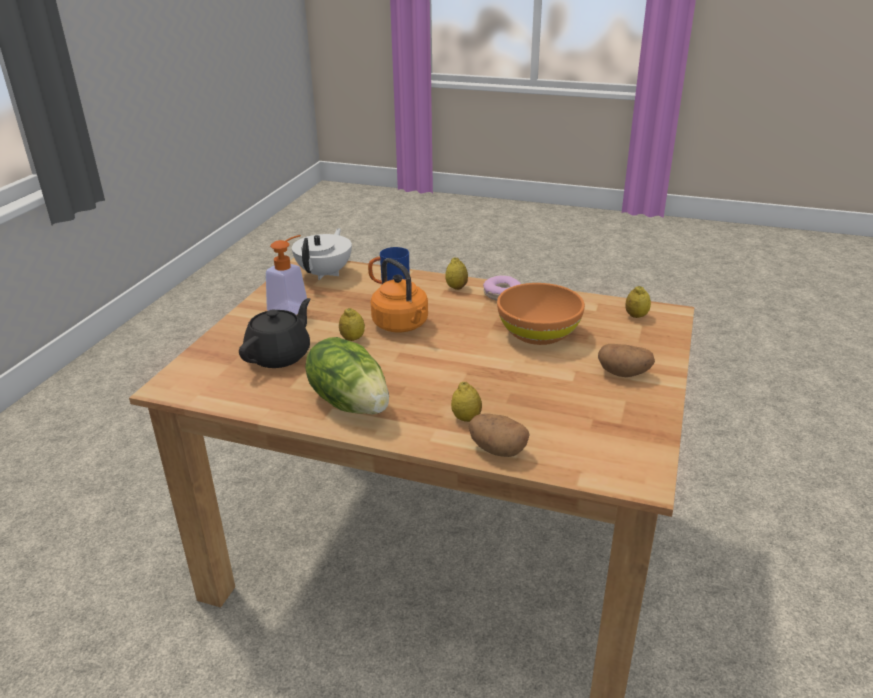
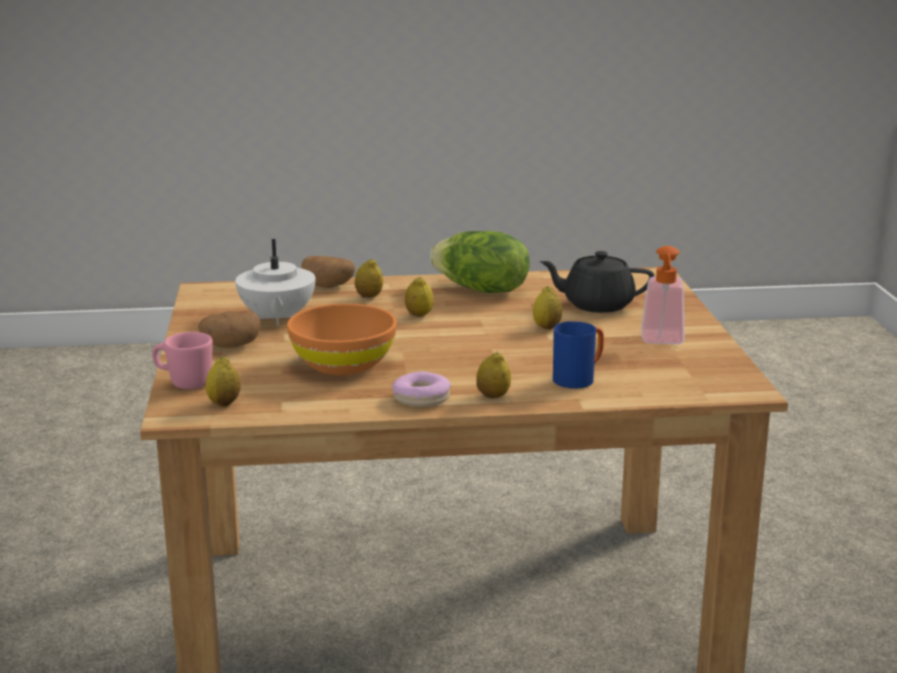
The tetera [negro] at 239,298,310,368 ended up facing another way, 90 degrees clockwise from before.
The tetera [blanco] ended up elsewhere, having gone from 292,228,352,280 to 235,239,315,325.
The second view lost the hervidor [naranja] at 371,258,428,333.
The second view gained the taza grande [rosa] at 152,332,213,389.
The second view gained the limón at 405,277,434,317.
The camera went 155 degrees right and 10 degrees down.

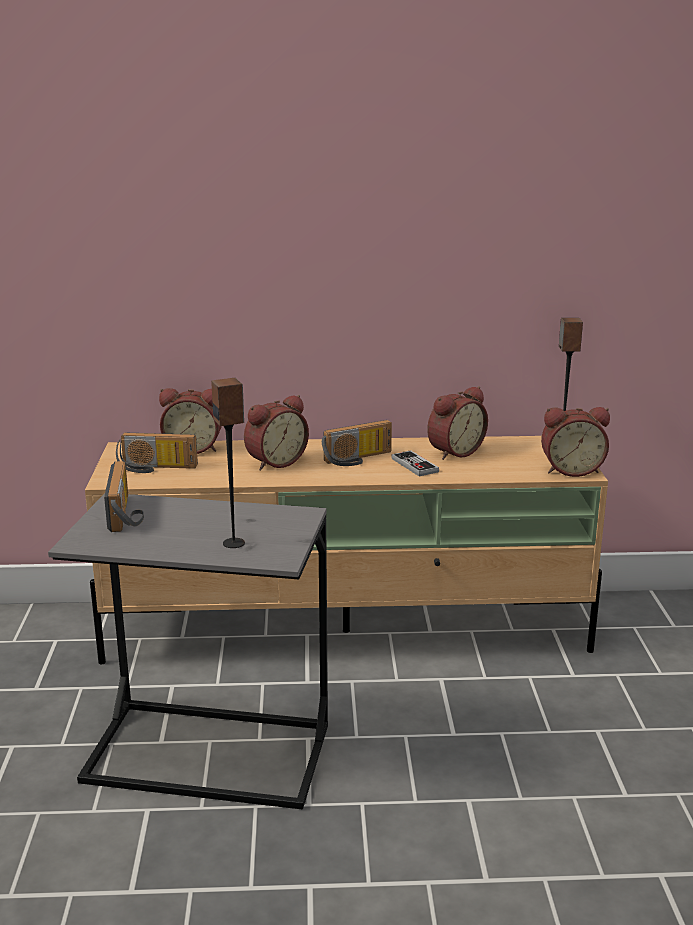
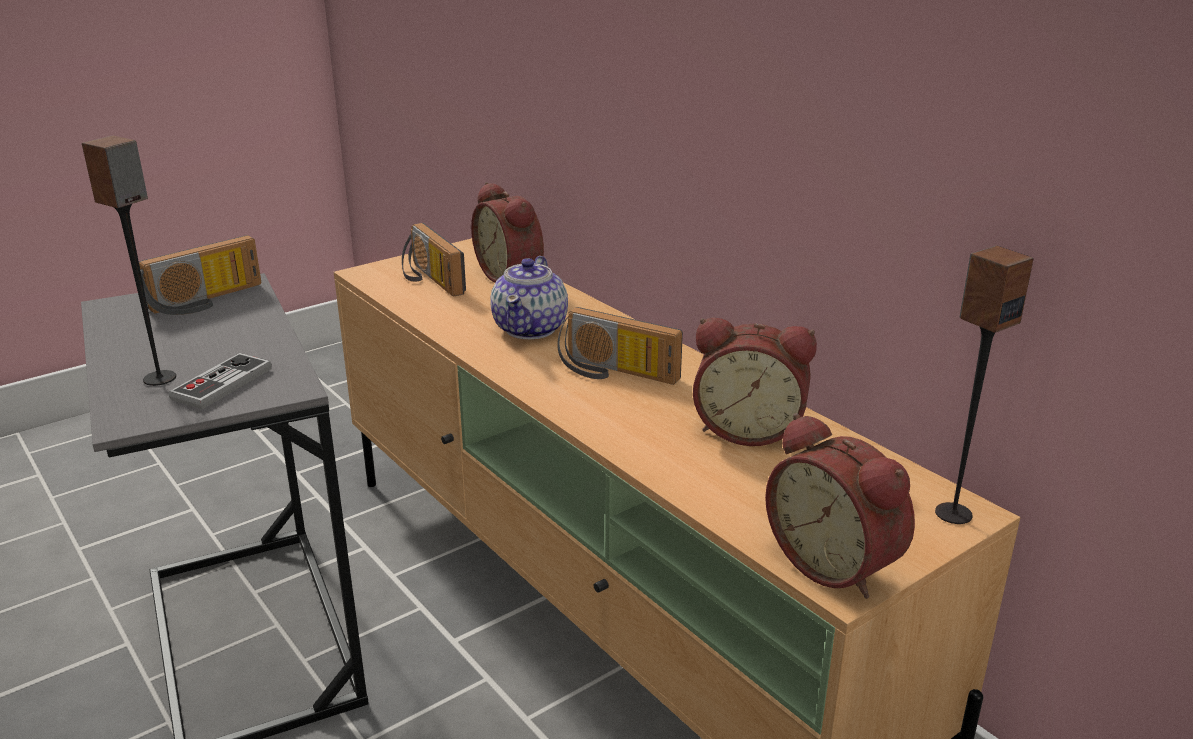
Where the despertador stood at 244,395,309,470, the tetera came to stand at 490,256,568,339.
The mando de consola ended up elsewhere, having gone from 391,450,439,476 to 169,353,272,409.
The camera went 55 degrees right and 5 degrees up.

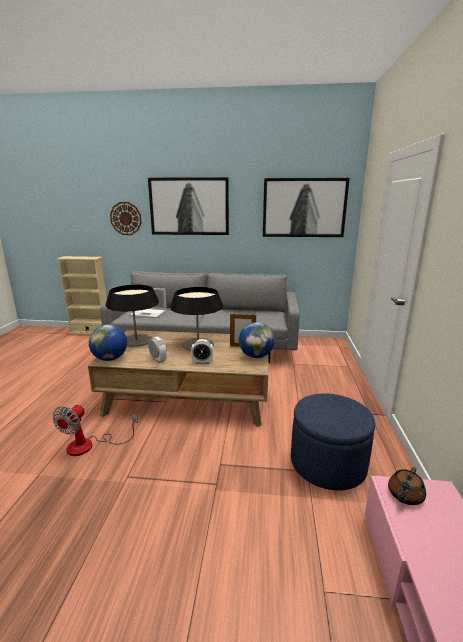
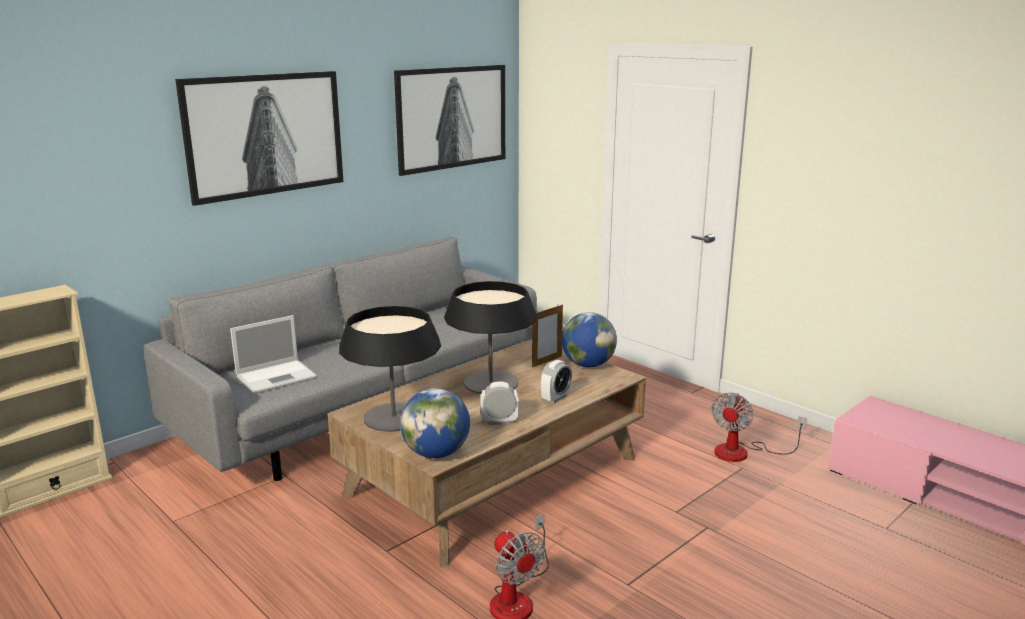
The second view lost the reloj de pared at 110,202,142,235.
Where the puf [azul] stood at 291,394,375,491, the ventilador came to stand at 711,393,807,462.
The second view lost the tetera [marrón] at 388,467,426,505.
The camera went 50 degrees left and 0 degrees up.

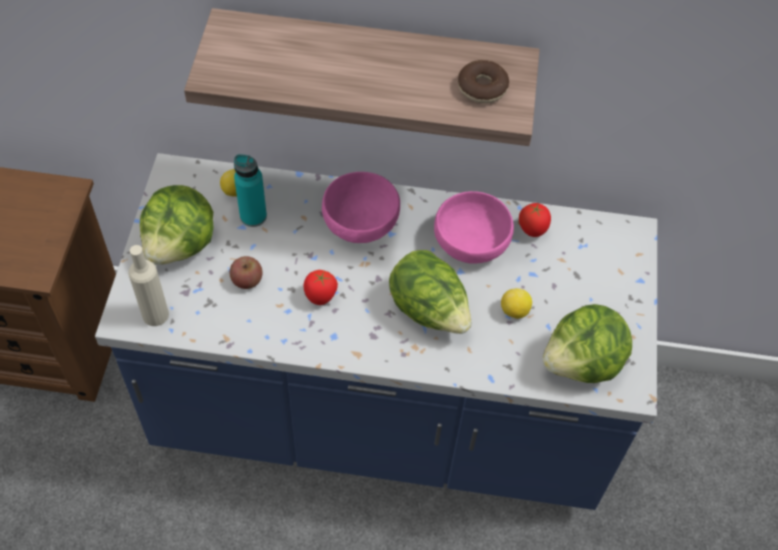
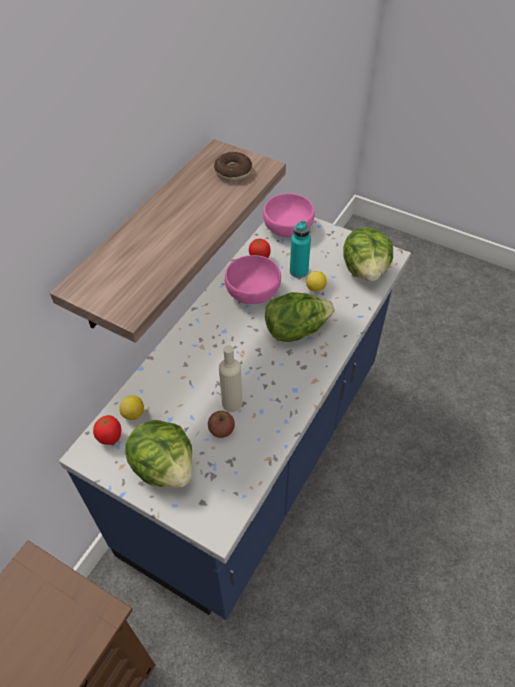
The botella [beis] ended up elsewhere, having gone from 128,245,169,326 to 219,345,242,412.
The botella [turquesa] ended up elsewhere, having gone from 234,154,267,227 to 290,220,311,278.
The tomate ended up elsewhere, having gone from 303,270,338,305 to 93,415,121,445.
The cuenco [rosa] ended up elsewhere, having gone from 322,172,400,243 to 263,193,315,237.
The camera went 65 degrees left and 5 degrees down.

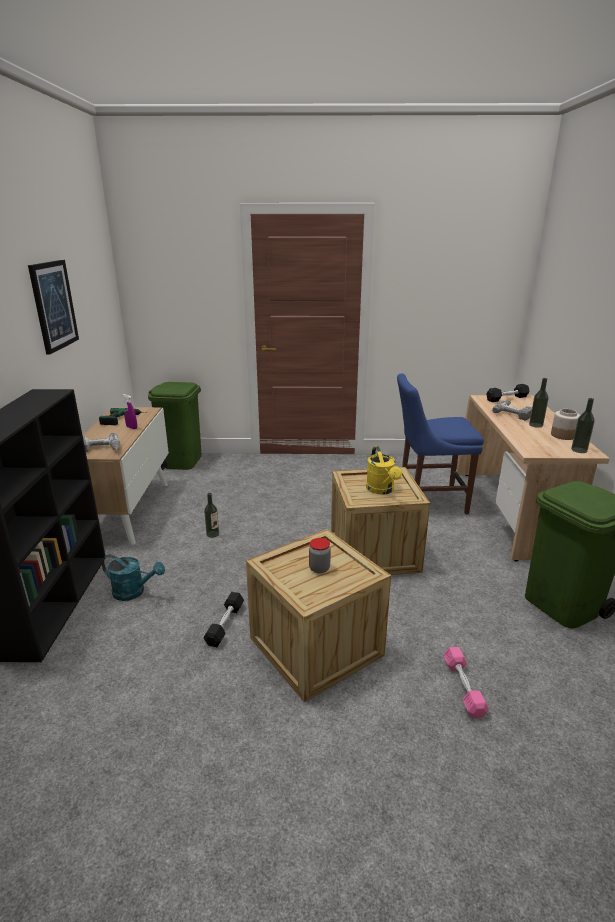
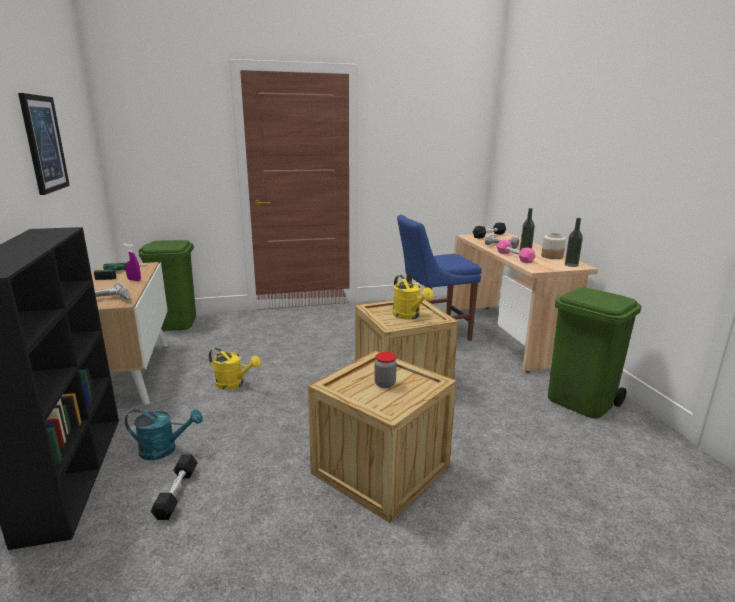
The mancuerna [negro] ended up elsewhere, having gone from 203,592,244,647 to 151,455,198,520.
Where the botella stood at 204,493,219,538, the regadera [amarillo] came to stand at 209,348,261,390.
The mancuerna [rosa] ended up elsewhere, having gone from 444,647,489,718 to 496,240,536,263.
The camera went 15 degrees left and 5 degrees down.

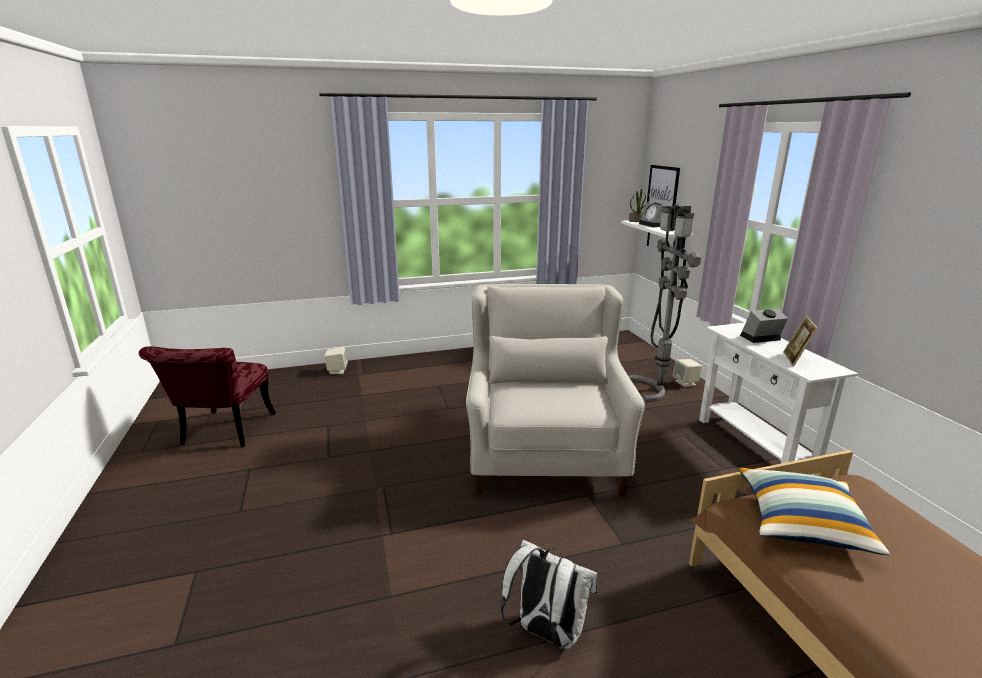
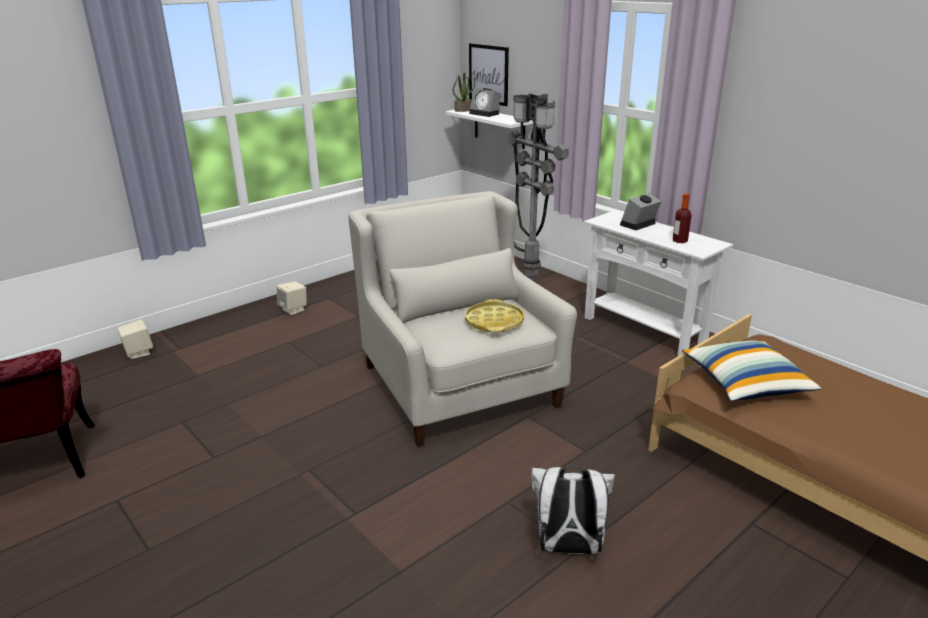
The altavoz [beis] ended up elsewhere, having gone from 673,359,702,387 to 276,281,307,315.
Where the portarretratos stood at 783,316,818,367, the botella came to stand at 673,194,691,243.
The second view gained the bandeja [amarillo] at 465,299,524,332.
The camera went 25 degrees left and 5 degrees up.

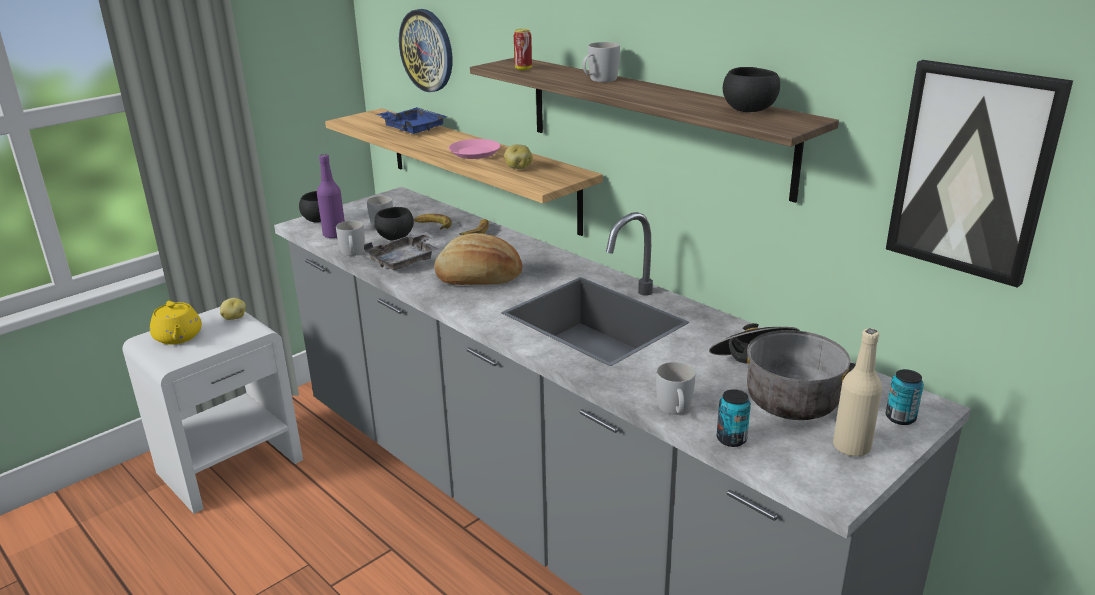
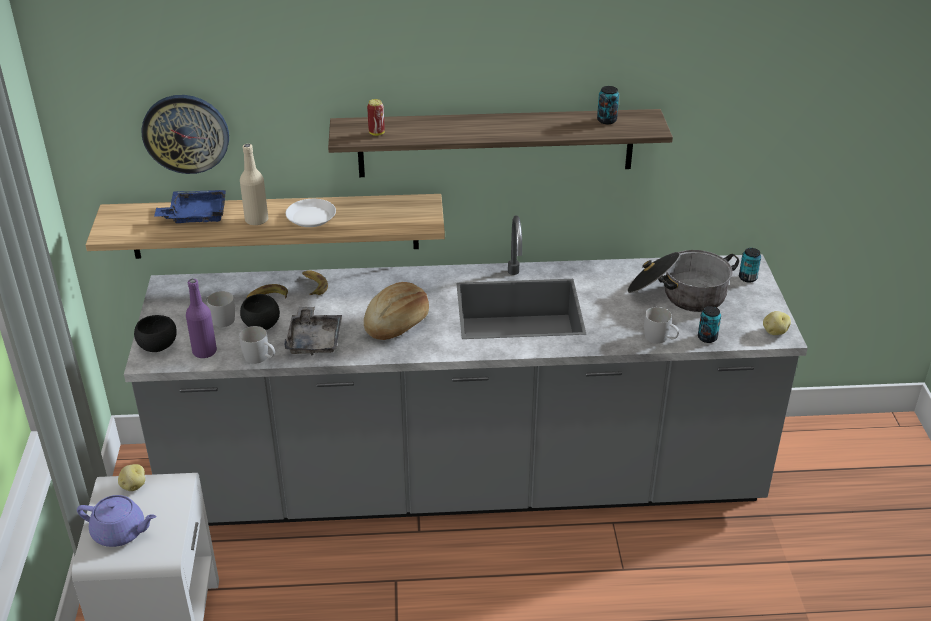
What was the tetera [amarillo] at 150,301,202,345 turned into the tetera [morado] at 77,495,156,547.
What was the plato [rosa] at 449,139,501,159 turned into the plato [blanco] at 286,199,336,227.
The patata ended up elsewhere, having gone from 504,144,533,170 to 763,311,791,335.
The second view lost the taza grande [blanco] at 583,42,620,82.
Where the cuenco [negro] stood at 723,67,780,112, the lata came to stand at 597,86,619,124.
The botella [beis] ended up elsewhere, having gone from 833,328,882,456 to 240,144,268,226.
The second view lost the cuadro at 886,60,1073,288.
The camera went 50 degrees left and 10 degrees up.

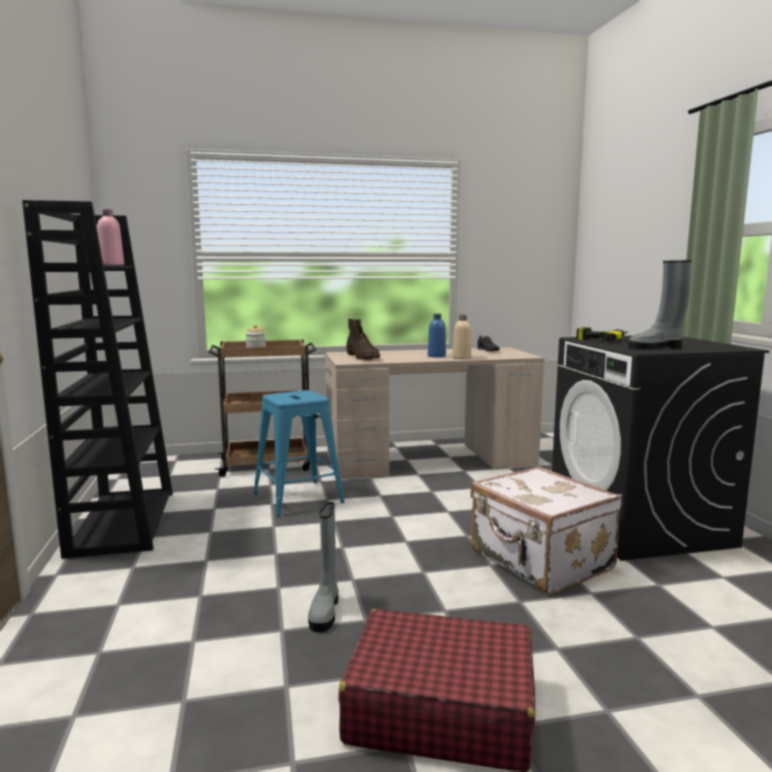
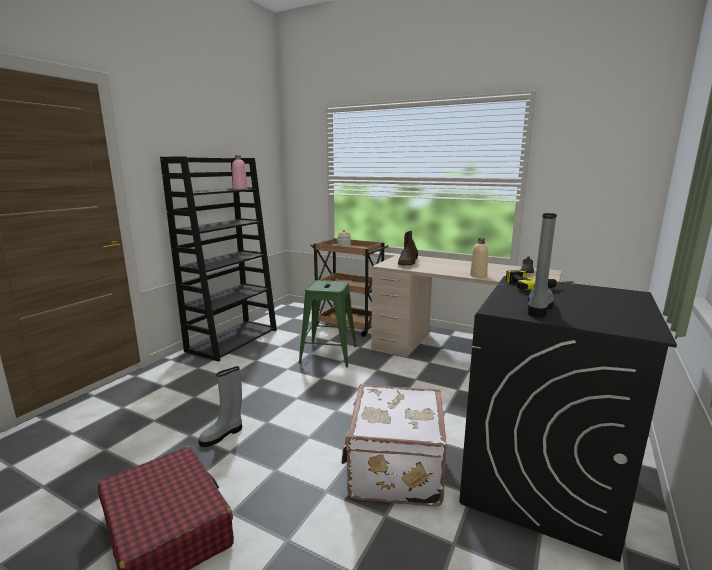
What was the taburete [azul] at 254,390,345,517 turned into the taburete [verde] at 299,280,357,367.
The second view lost the botella [azul] at 428,314,446,357.
The bota [gris] at 628,260,692,350 ended up facing another way, 90 degrees clockwise from before.
The camera went 40 degrees right and 5 degrees up.

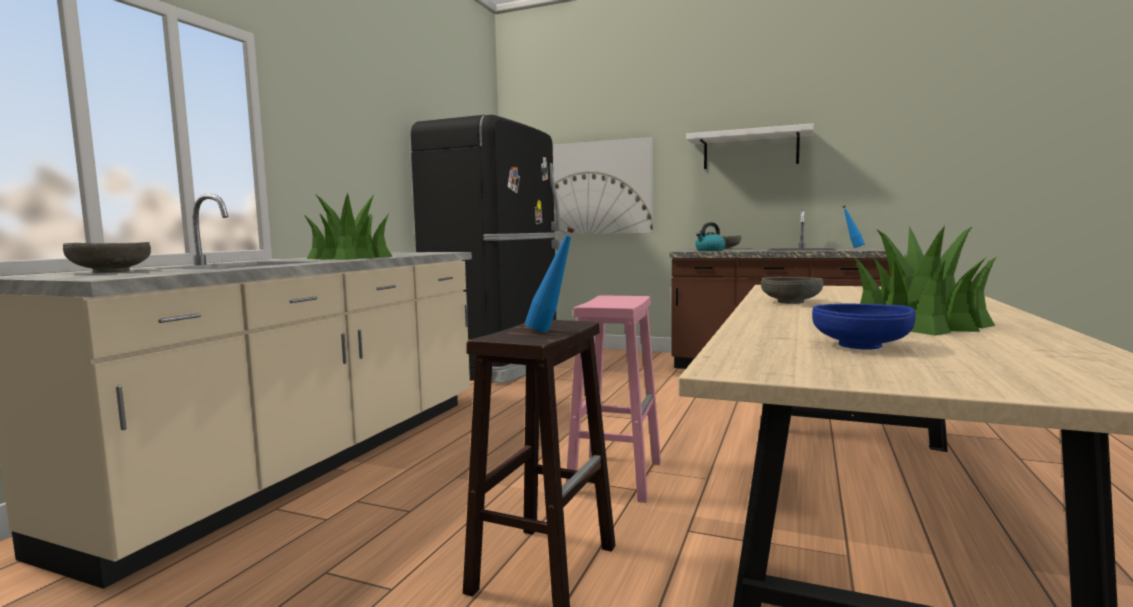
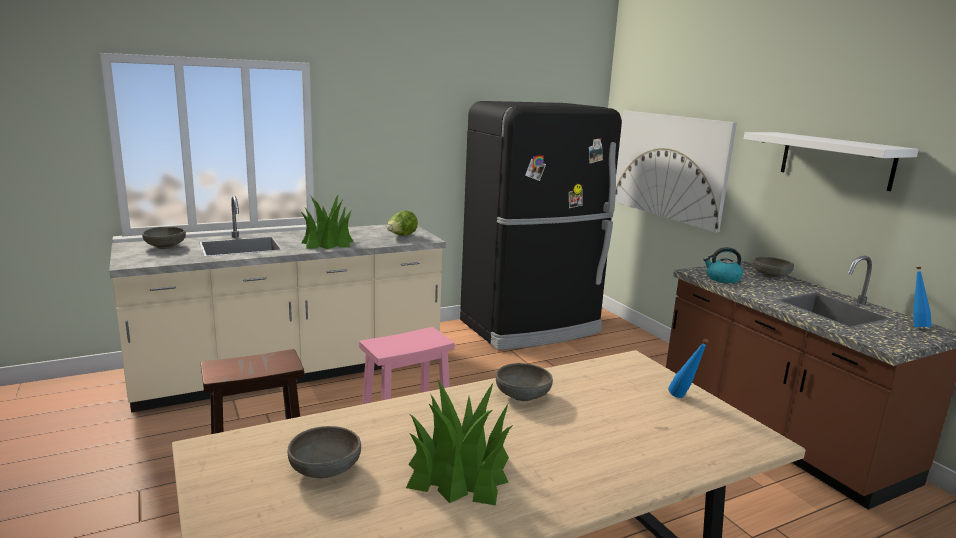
The botella [azul] ended up elsewhere, having gone from 525,227,575,332 to 668,339,709,398.
What was the cuenco [azul] at 812,304,916,350 turned into the cuenco [gris] at 287,426,361,478.
The second view gained the lechuga at 387,210,418,236.
The camera went 40 degrees right and 10 degrees up.

